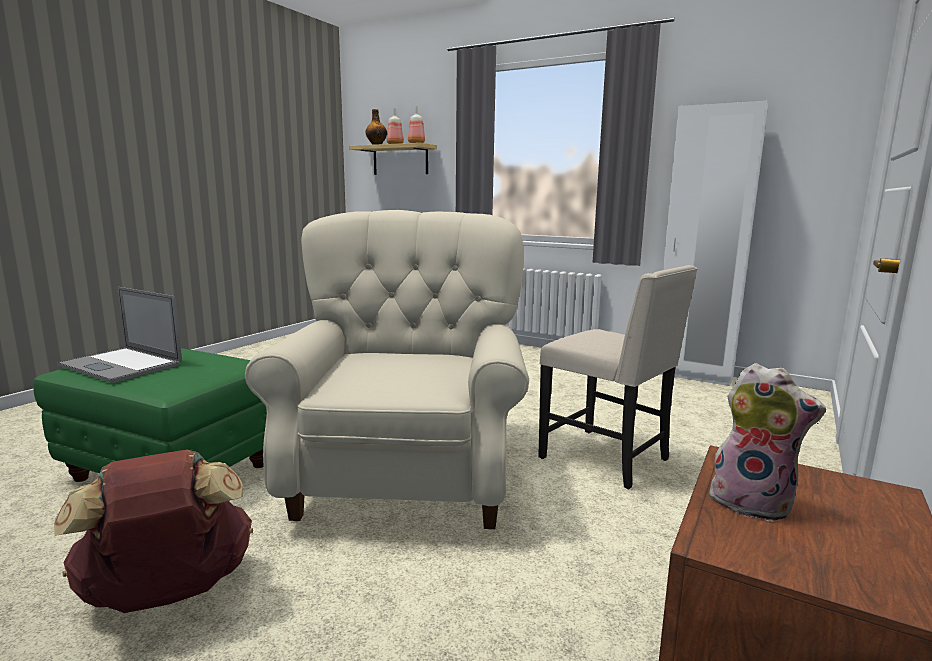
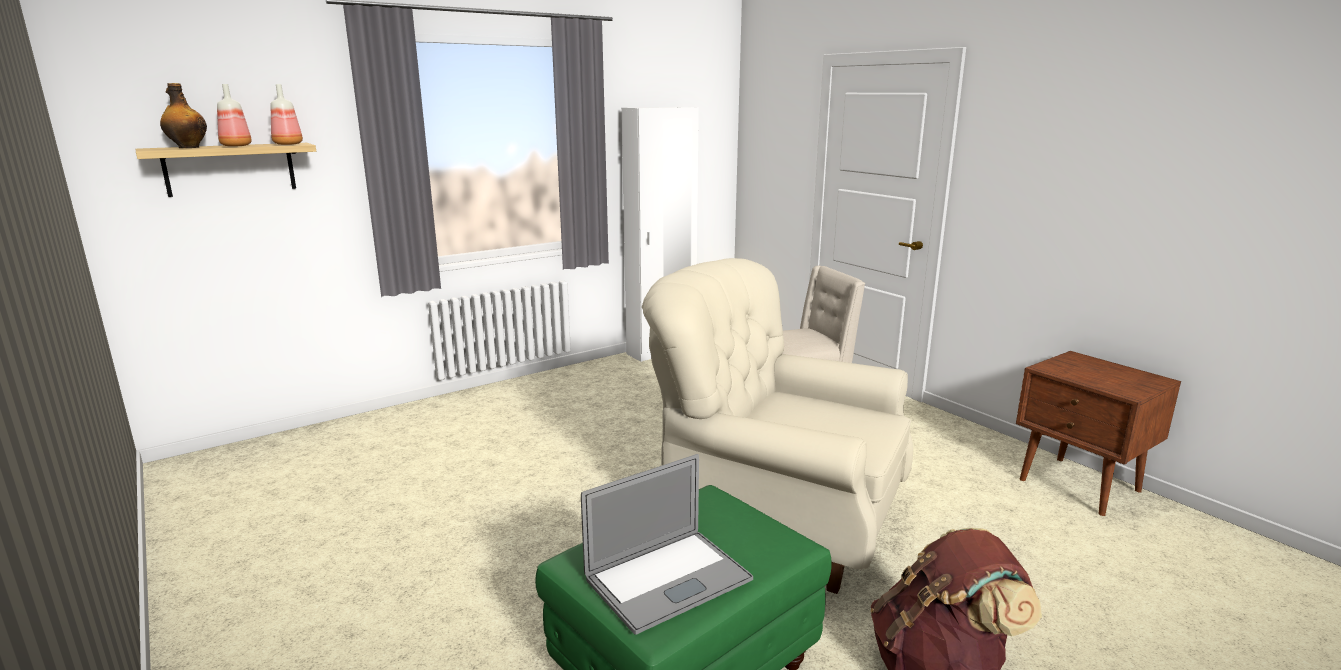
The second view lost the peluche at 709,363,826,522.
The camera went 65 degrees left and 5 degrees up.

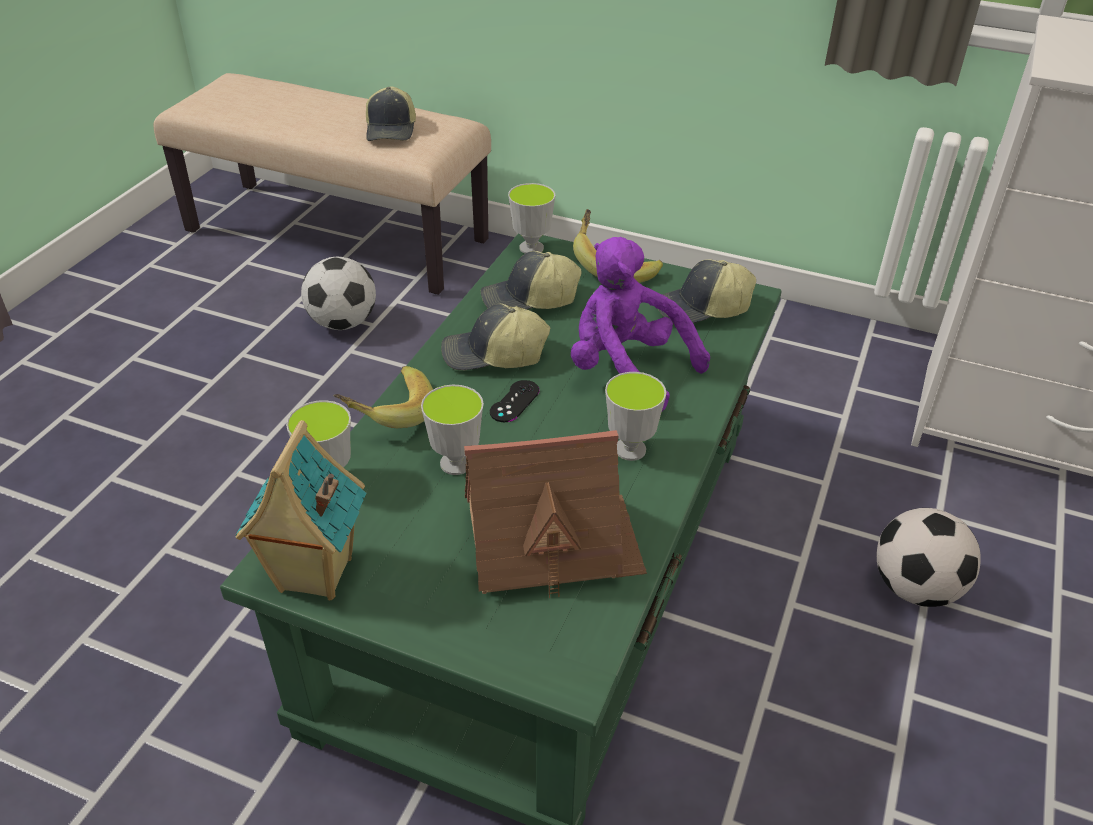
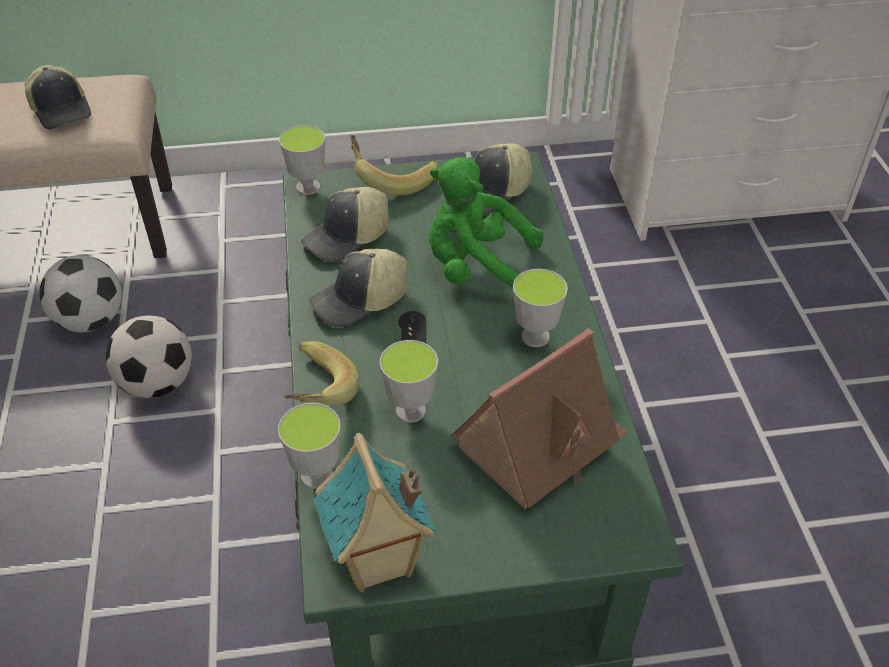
What was the peluche [morado] at 571,237,710,411 turned into the peluche [verde] at 429,157,543,289.
The balón de fútbol ended up elsewhere, having gone from 877,508,981,607 to 106,316,192,398.
The camera went 30 degrees left and 5 degrees up.

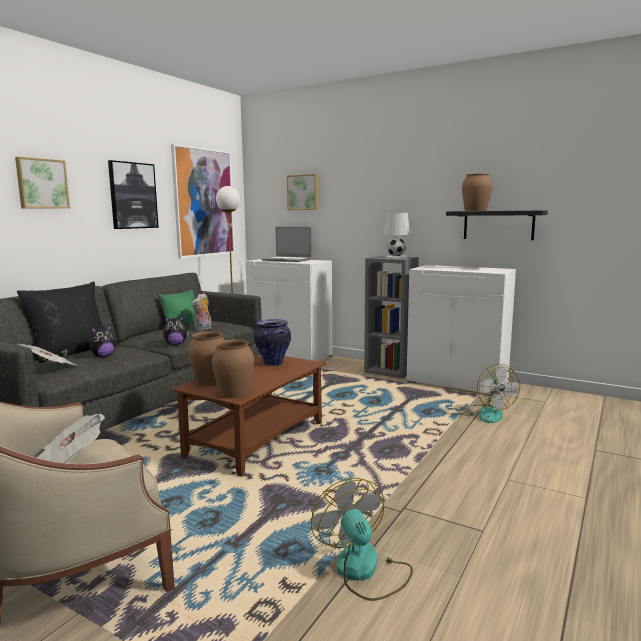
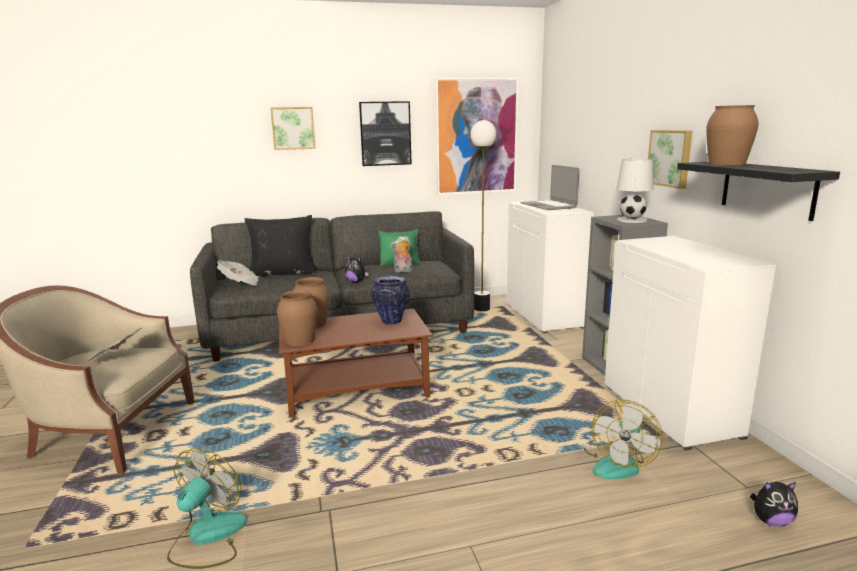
The peluche ended up elsewhere, having gone from 90,325,116,357 to 750,482,798,527.
The cuadro ended up elsewhere, having gone from 287,174,318,210 to 648,130,692,189.
The camera went 45 degrees right and 5 degrees up.

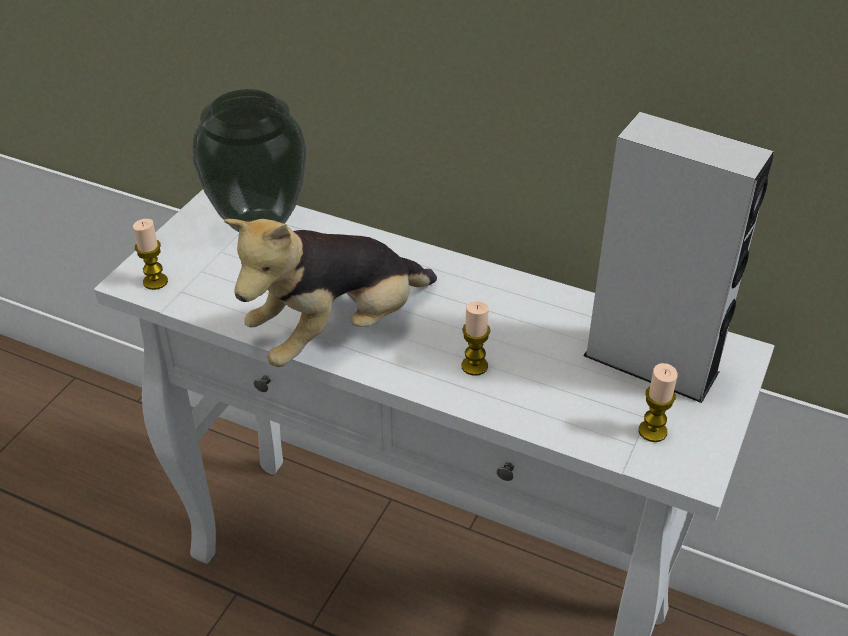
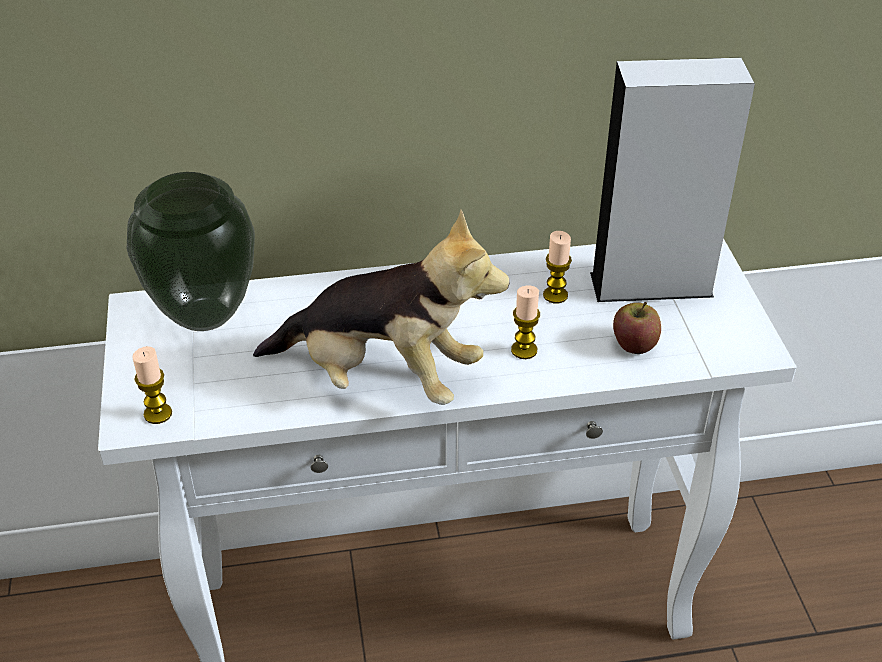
The peluche at 224,219,437,367 ended up facing another way, 90 degrees counterclockwise from before.
The vela ended up elsewhere, having gone from 639,363,677,442 to 543,231,572,304.
The second view gained the manzana at 613,302,661,354.
The camera went 35 degrees left and 0 degrees up.

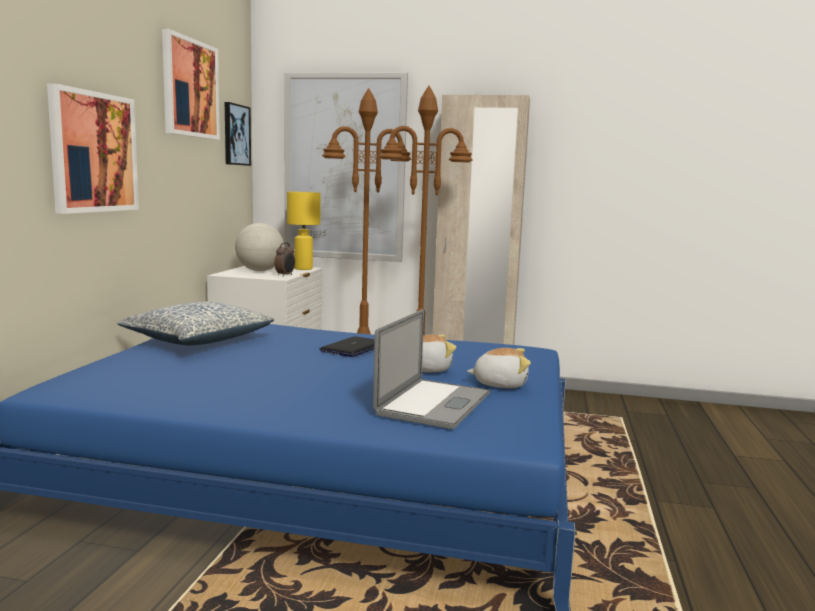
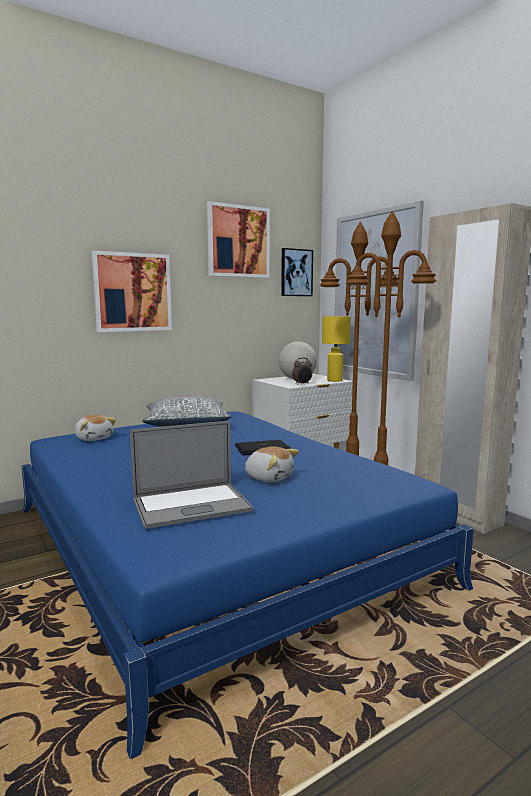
The peluche ended up elsewhere, having gone from 467,348,531,388 to 75,415,116,441.
The camera went 45 degrees right and 0 degrees up.

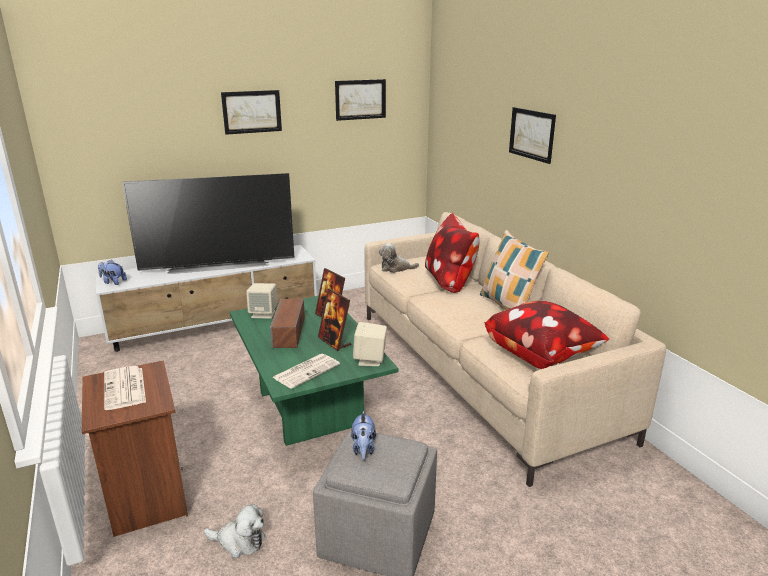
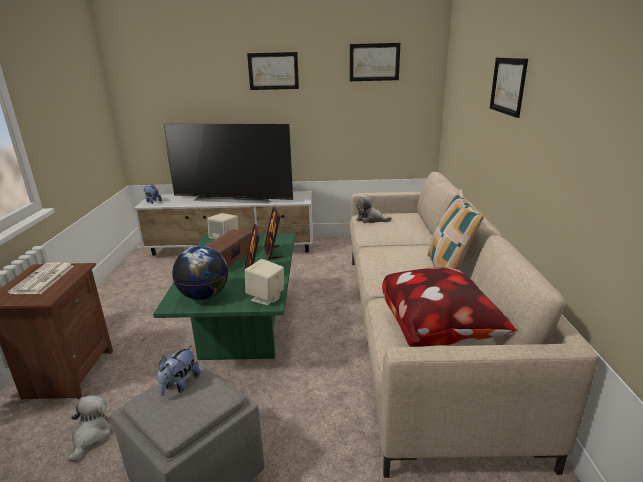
The peluche at 204,504,265,558 ended up facing another way, 120 degrees counterclockwise from before.
Where the periódico stood at 272,354,340,389, the globo terráqueo came to stand at 172,246,228,300.
The second view lost the cojín at 425,213,480,293.
The camera went 25 degrees right and 0 degrees up.

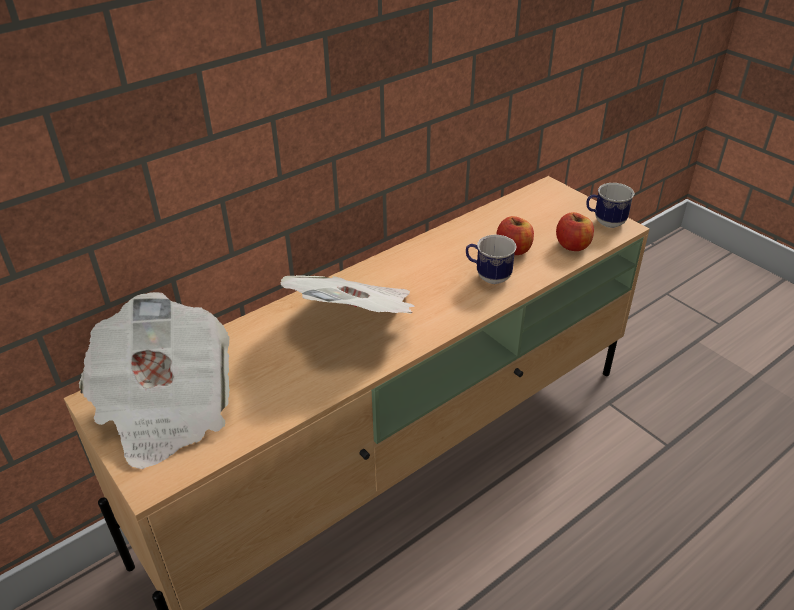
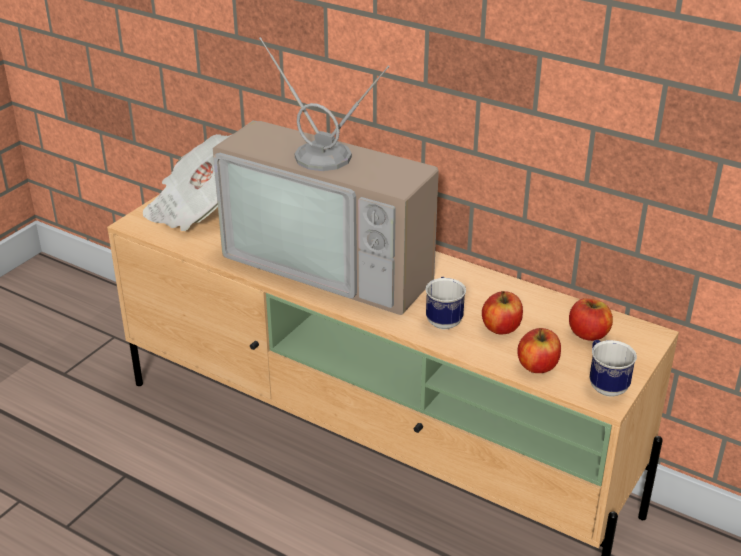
Where the periódico stood at 281,275,414,314, the televisor came to stand at 213,37,439,315.
The second view gained the manzana at 569,298,613,341.
The camera went 70 degrees right and 5 degrees down.

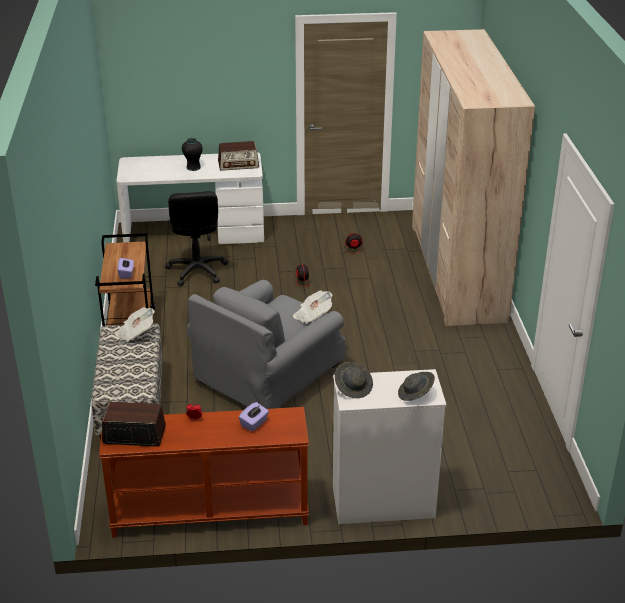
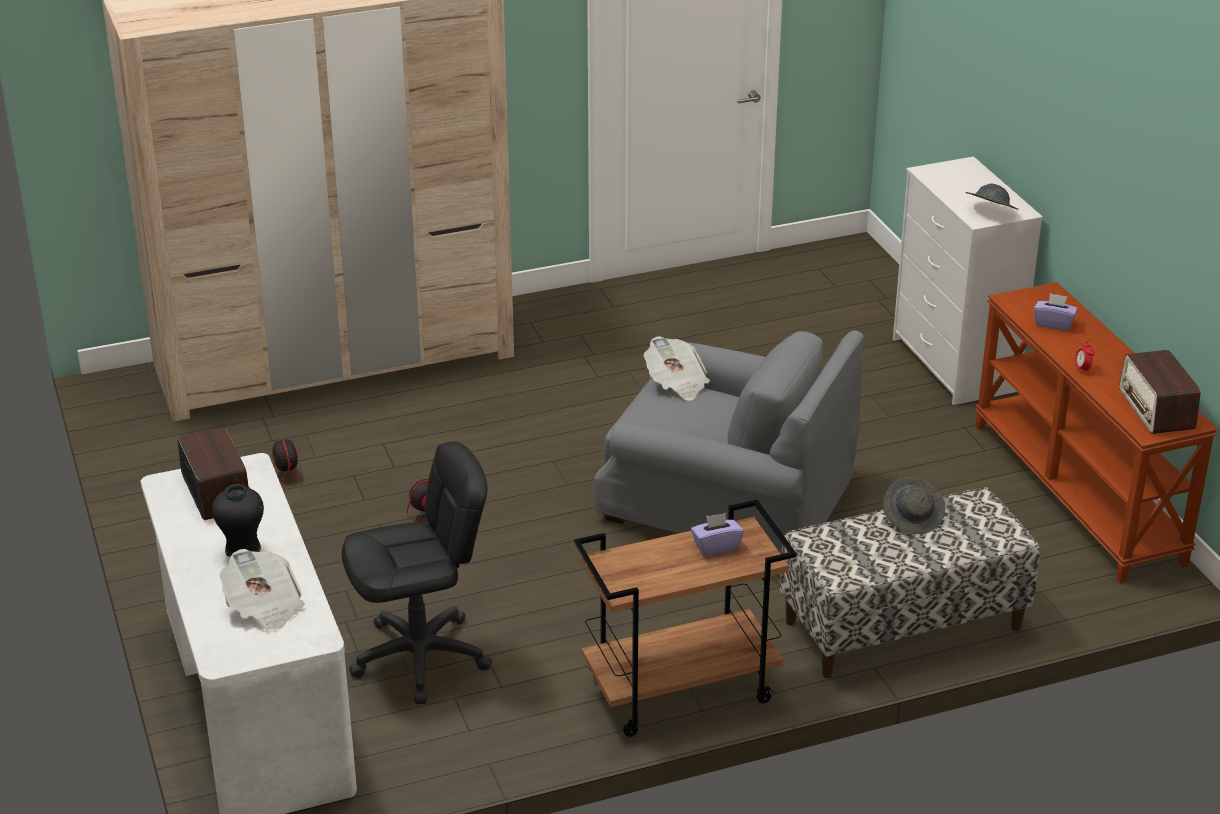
The periódico ended up elsewhere, having gone from 115,307,155,342 to 219,549,305,632.
The sombrero [gris] ended up elsewhere, having gone from 398,372,435,401 to 884,477,946,534.
The camera went 105 degrees left and 0 degrees up.

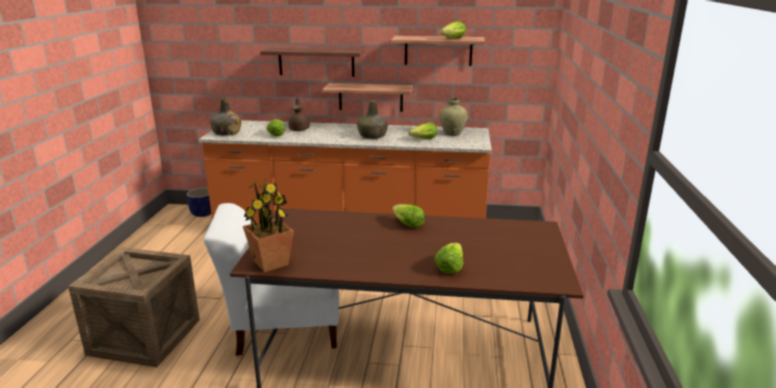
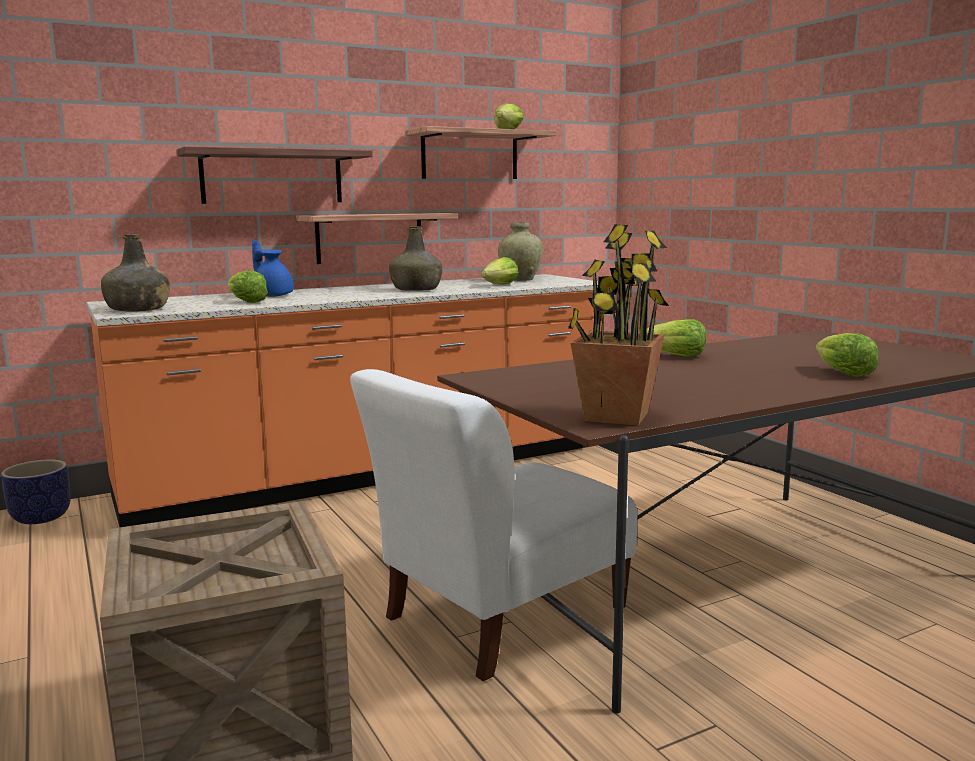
What was the tetera [marrón] at 288,98,310,131 turned into the tetera [azul] at 252,240,294,297.
The camera went 35 degrees left and 10 degrees down.

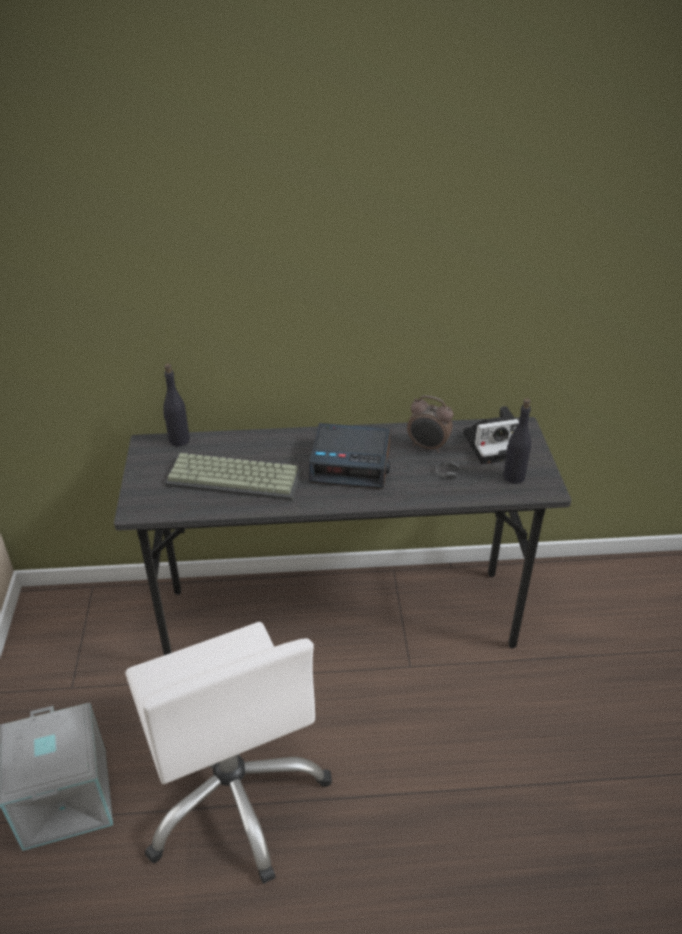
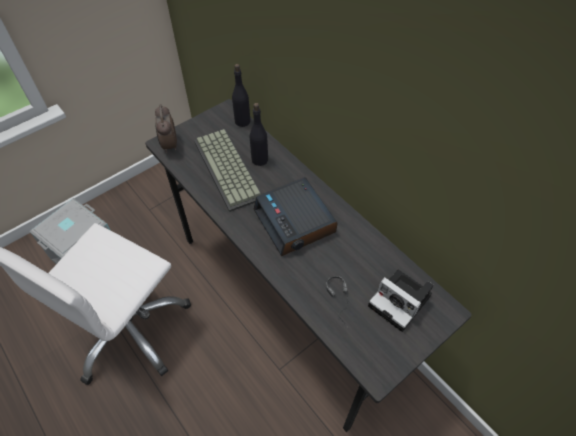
The despertador ended up elsewhere, having gone from 407,395,453,453 to 155,104,177,153.
The botella [negro] ended up elsewhere, having gone from 503,398,531,484 to 250,103,268,166.
The camera went 55 degrees right and 15 degrees up.

